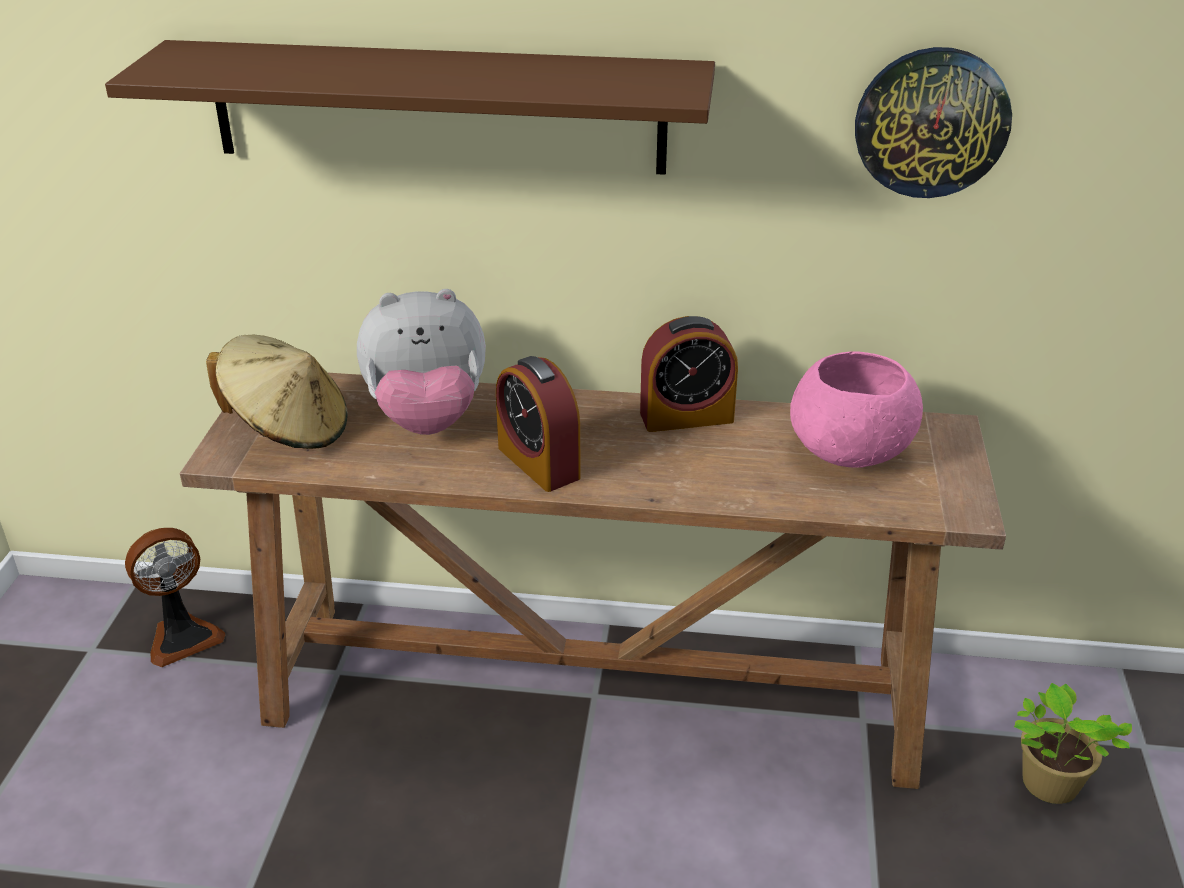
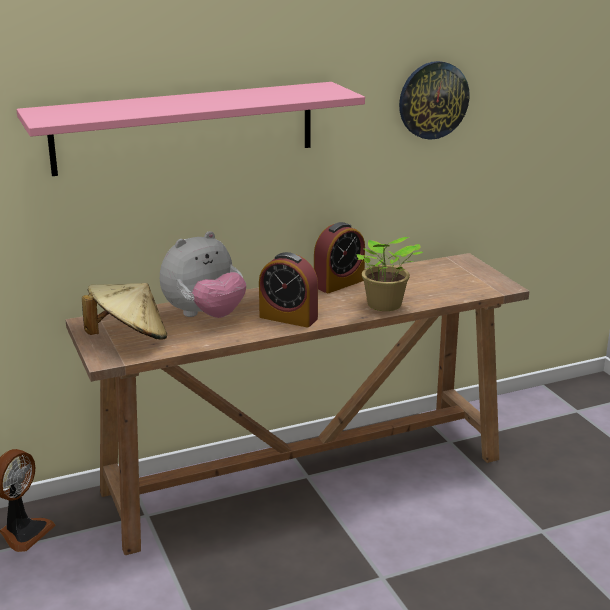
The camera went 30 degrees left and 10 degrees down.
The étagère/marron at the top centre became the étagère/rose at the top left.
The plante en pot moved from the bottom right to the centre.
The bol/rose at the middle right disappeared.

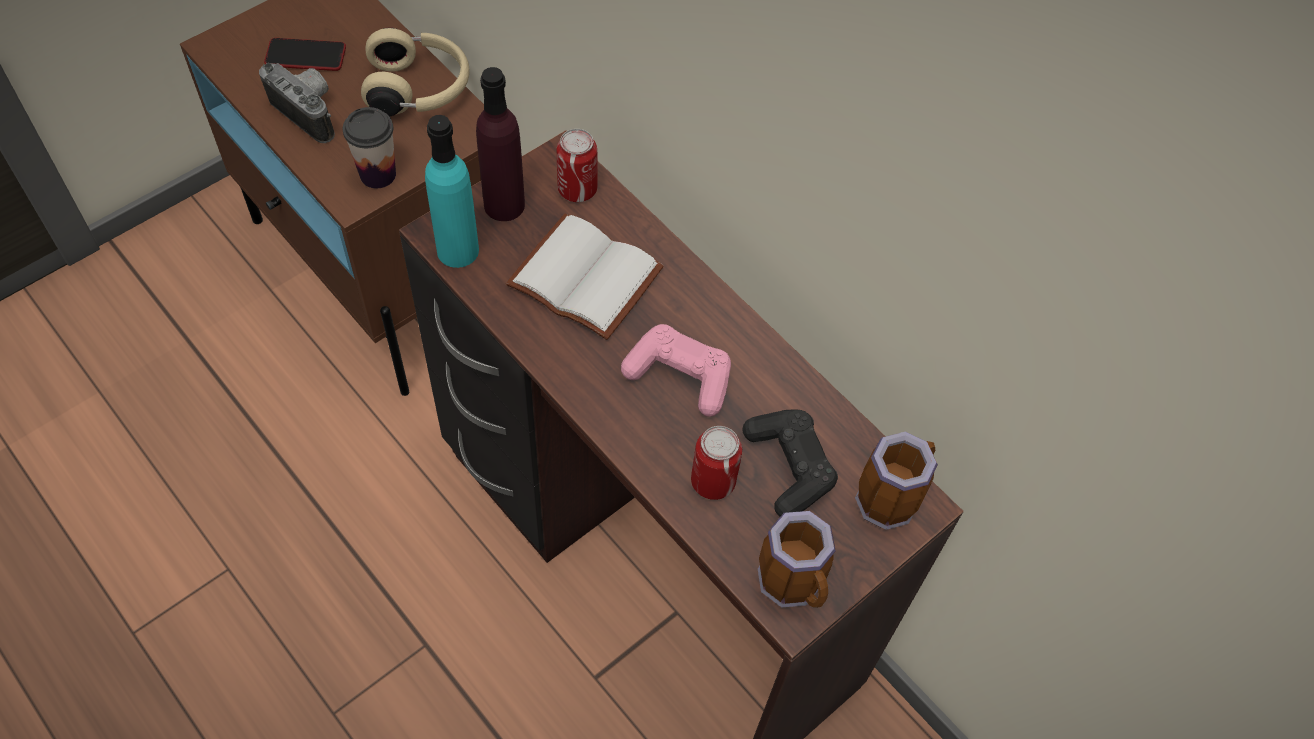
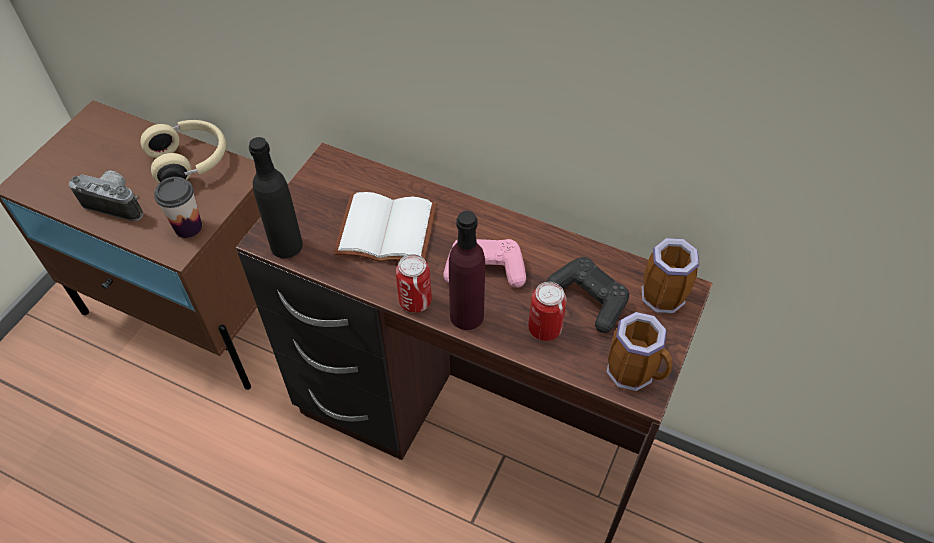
The camera went 20 degrees left and 5 degrees down.
The bouteille/turquoise at the top centre became the bouteille/noir at the middle left.
The boîte métallique (no. 1 from left) moved from the top centre to the centre.
The bouteille/violet moved from the top centre to the centre.
The téléphone at the top left disappeared.

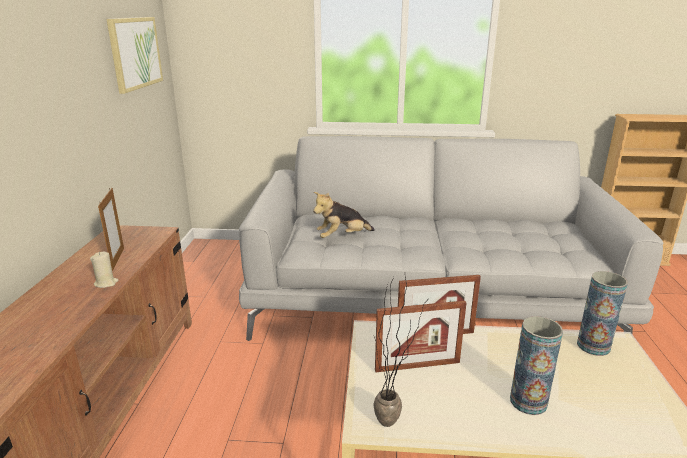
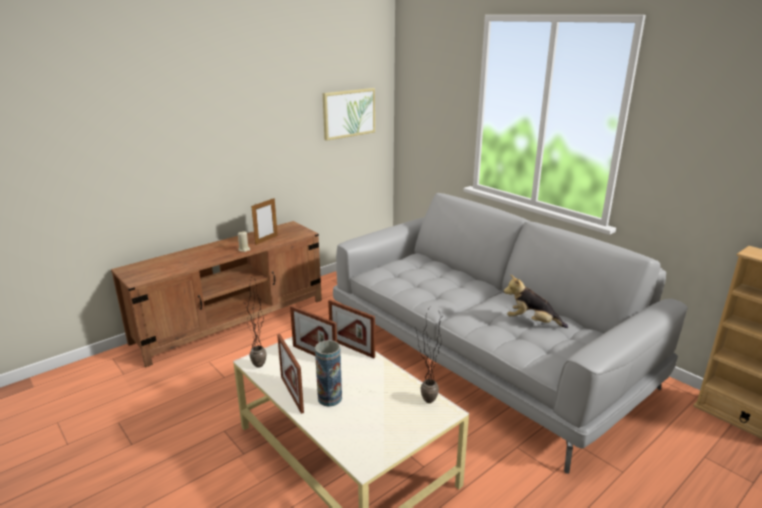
The camera went 45 degrees right and 0 degrees up.
The cadre photo (no. 2 from left) at the bottom centre appeared.
The vase (no. 2 from left) at the bottom right was replaced by the plante en pot (no. 2 from left) at the bottom centre.
The peluche moved from the centre to the middle right.

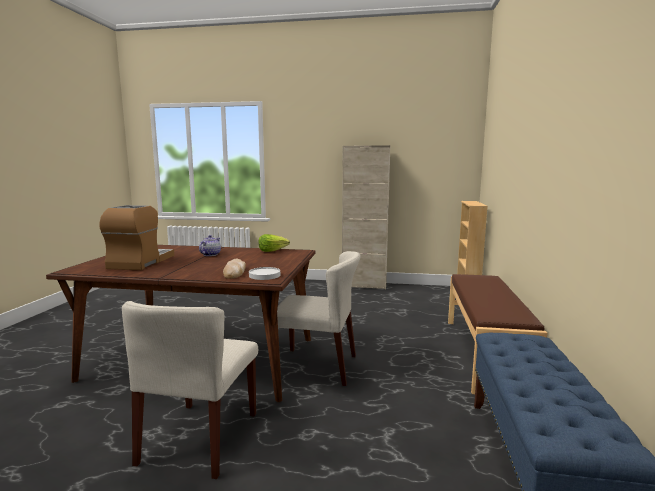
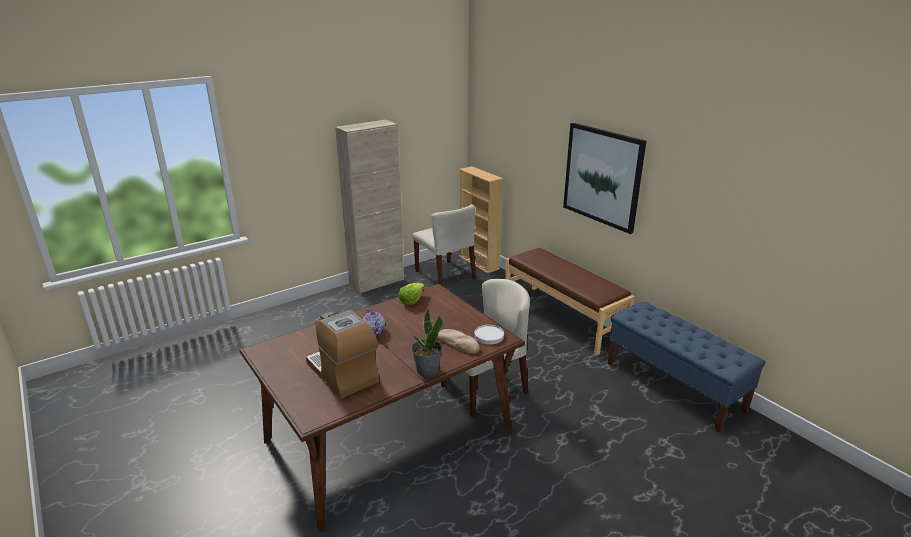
The camera went 45 degrees left and 15 degrees up.
The plante en pot at the centre appeared.
The chaise/beige (no. 1 from left) moved from the bottom left to the centre.
The tableau at the top centre appeared.

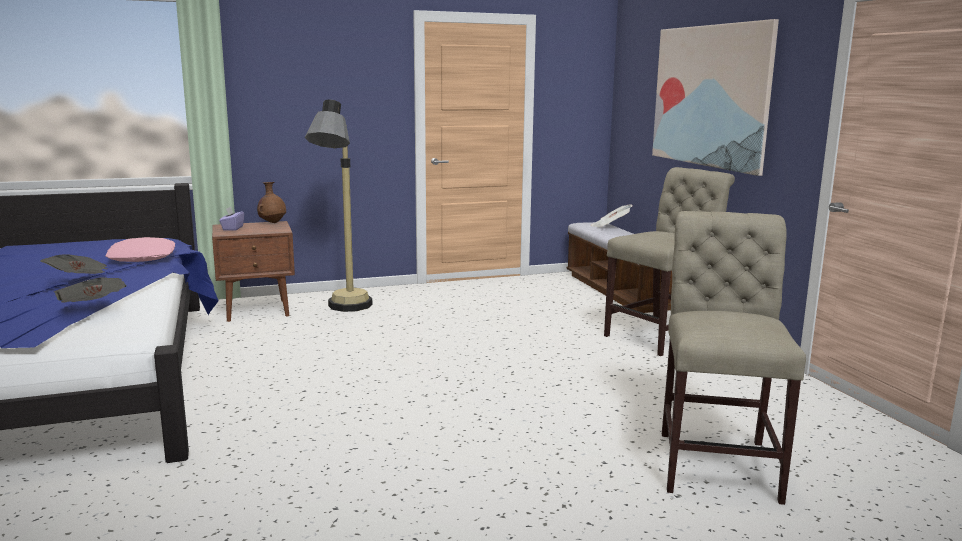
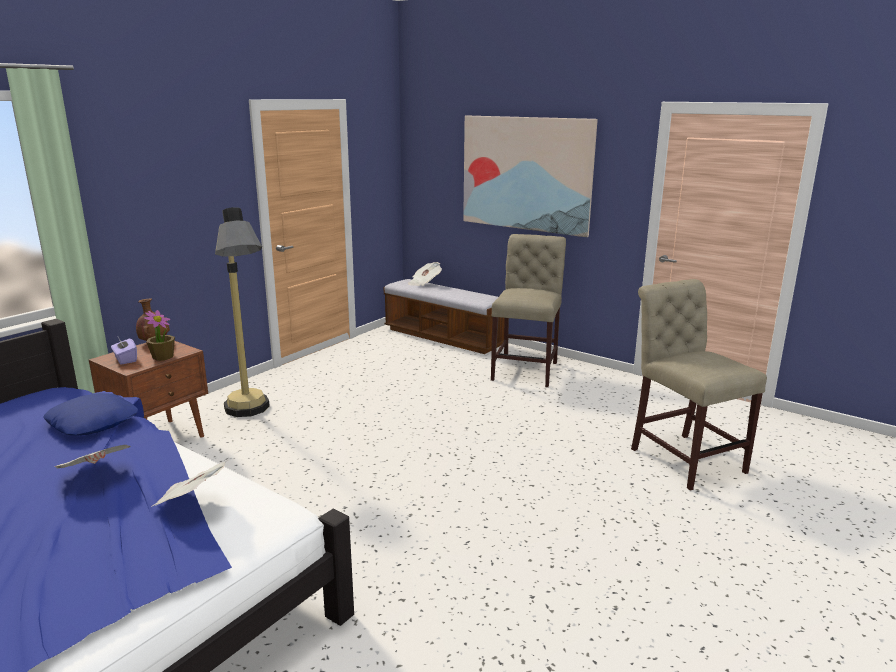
The camera went 35 degrees left and 5 degrees up.
The coussin/rose at the middle left became the coussin/bleu at the middle left.
The plante en pot at the middle left appeared.

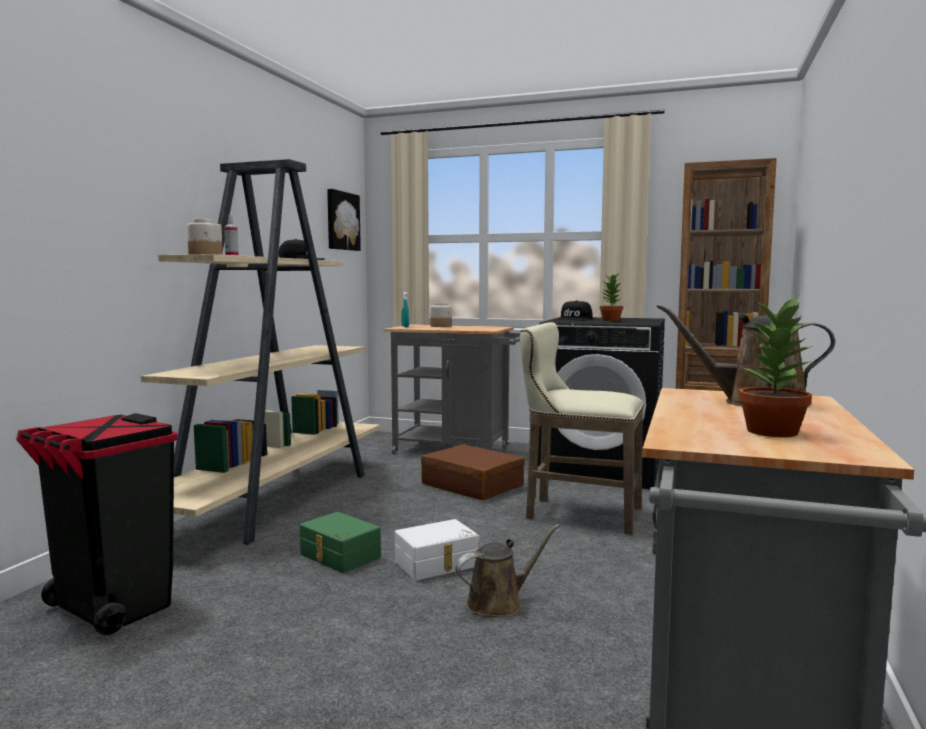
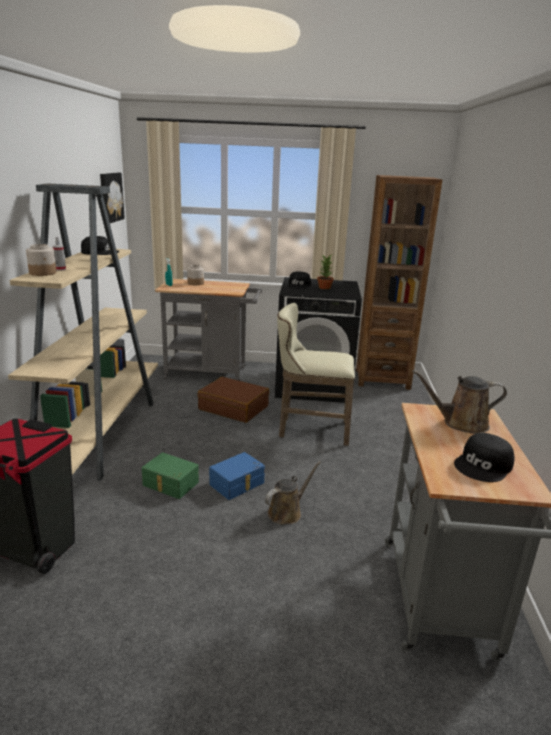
The camera went 15 degrees left and 15 degrees up.
The boîte de rangement/blanc at the bottom centre became the boîte de rangement/bleu at the centre.
The plante en pot (no. 2 from left) at the middle right was replaced by the casquette/noir (no. 3 from left) at the middle right.

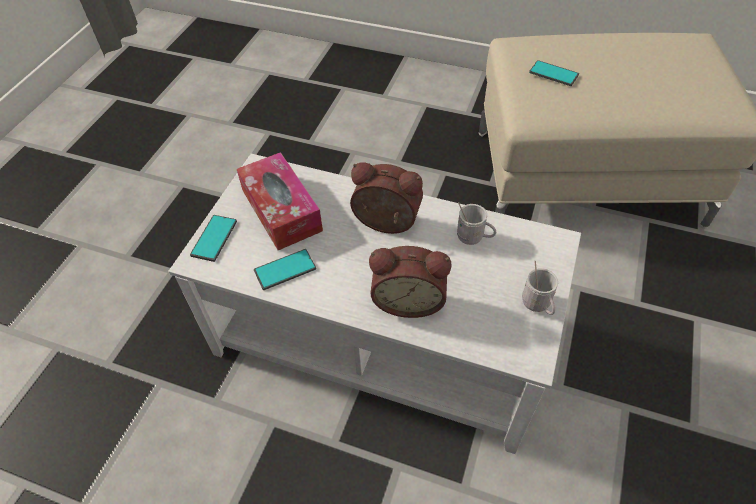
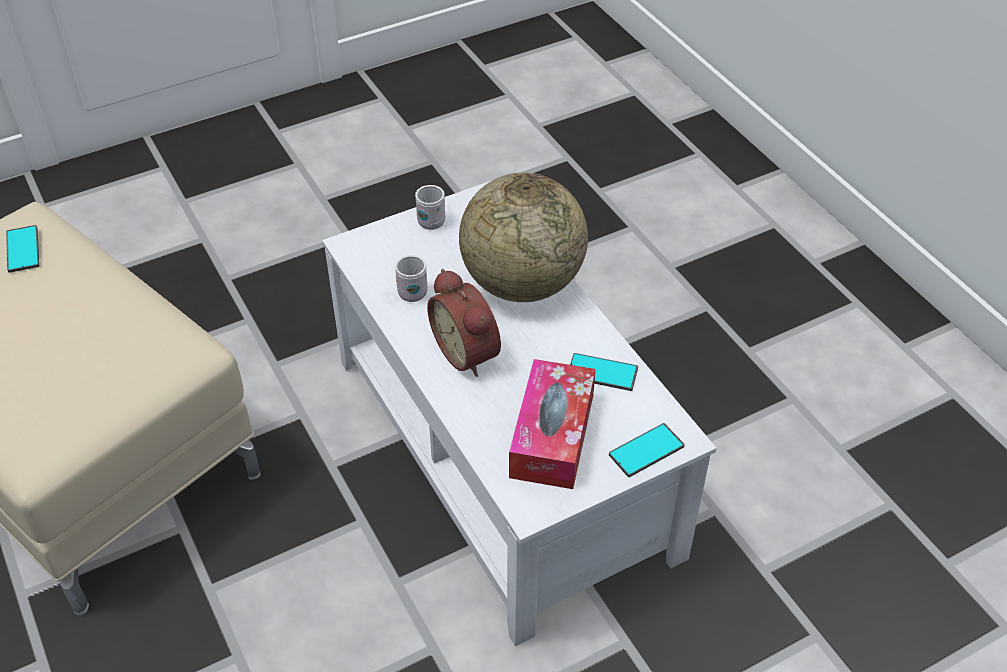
The camera went 140 degrees left and 5 degrees down.
The téléphone (no. 3 from left in the first image) moved from the top right to the middle left.
The réveil (no. 2 from left) at the centre was replaced by the globe at the centre.

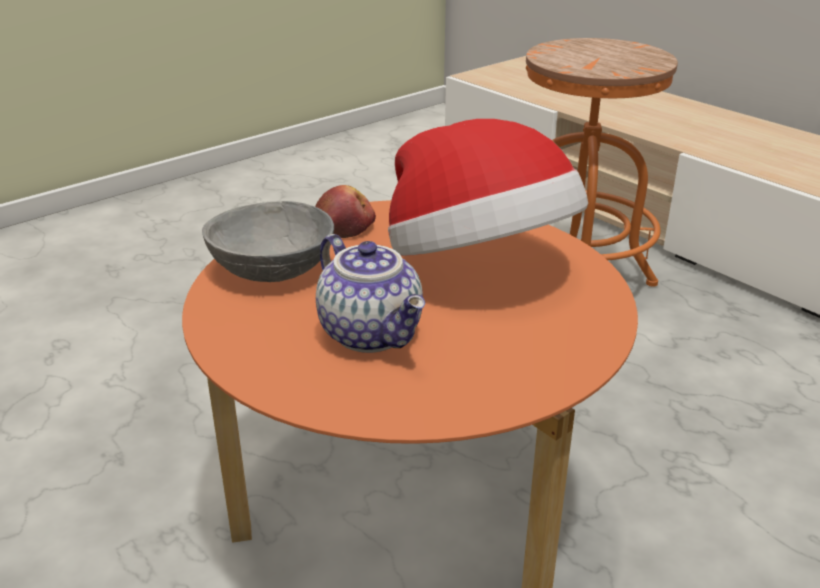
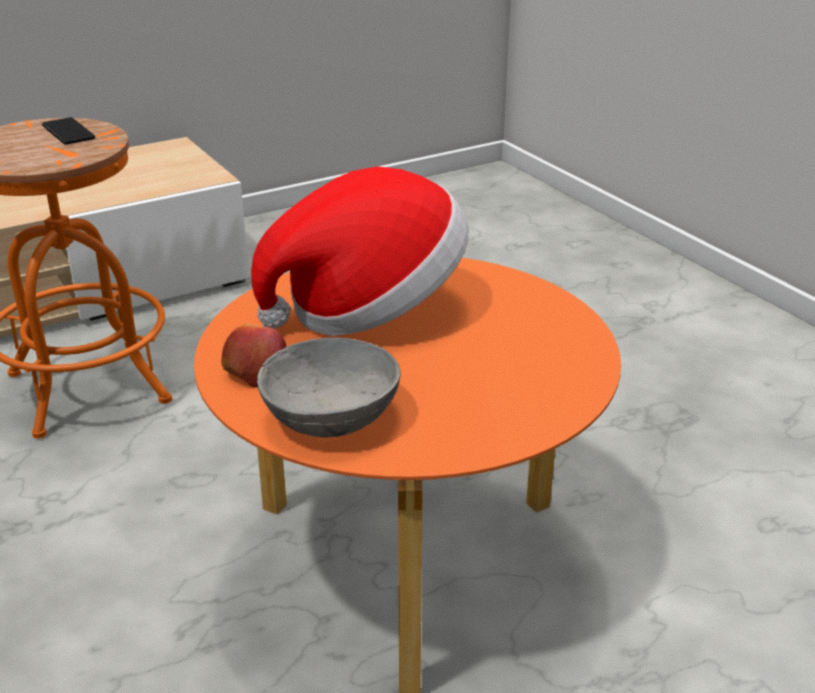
The camera went 80 degrees left and 0 degrees up.
The téléphone at the top left appeared.
The théière at the centre disappeared.

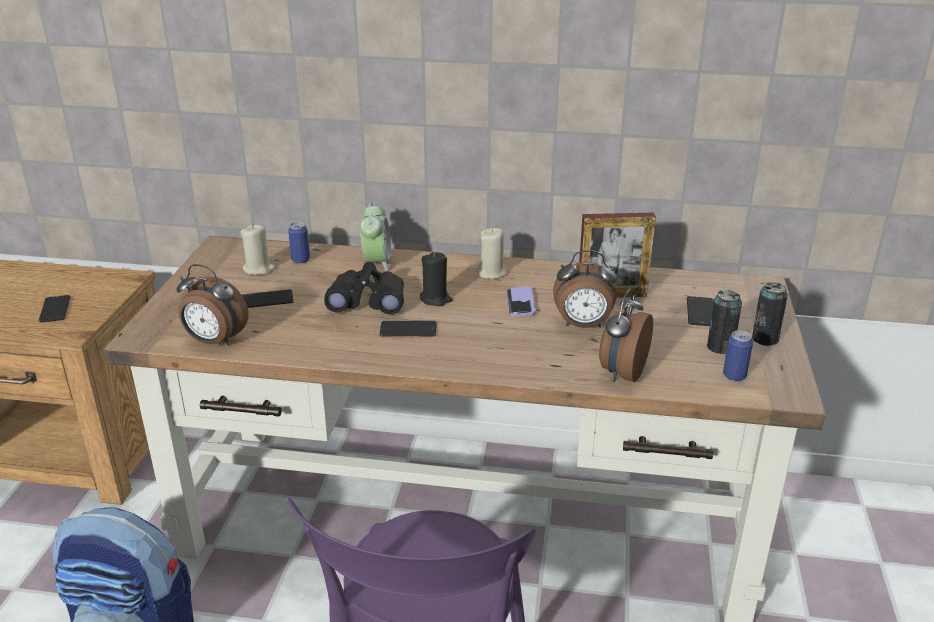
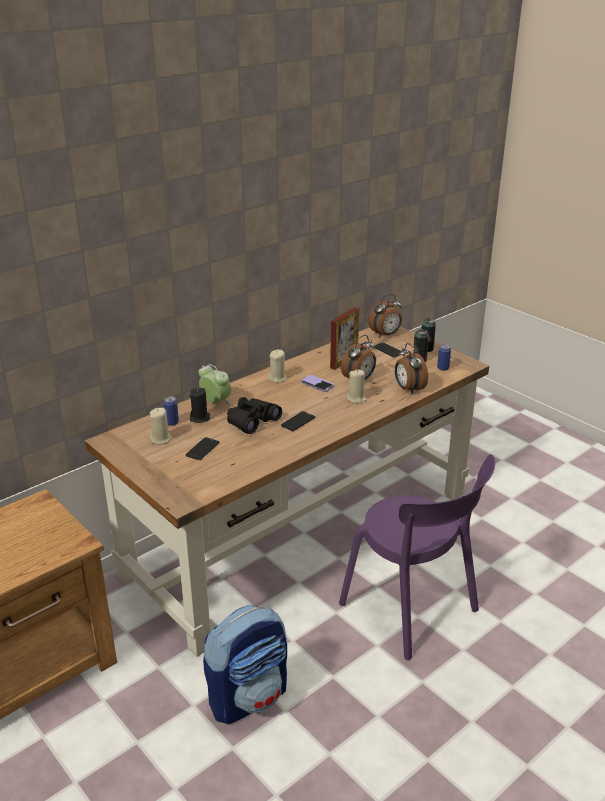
The camera went 50 degrees left and 0 degrees up.
The bougie/noir moved from the centre to the middle left.
The bougie/beige (no. 3 from left) at the centre appeared.
The réveil (no. 1 from left in the first image) moved from the middle left to the centre.
The téléphone (no. 1 from left) at the middle left disappeared.

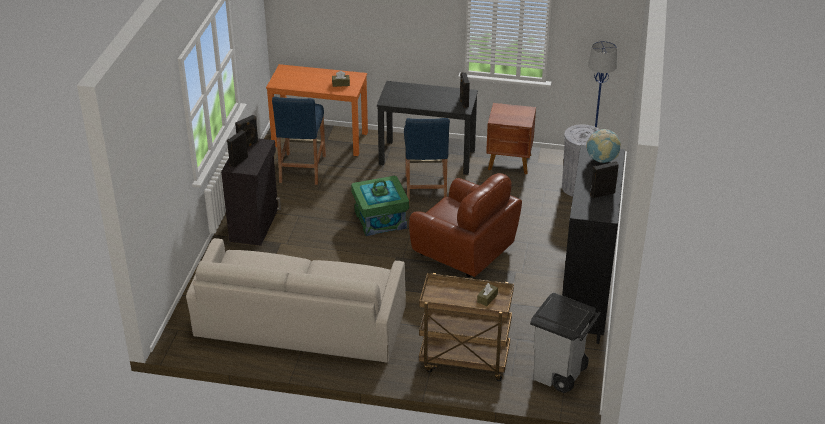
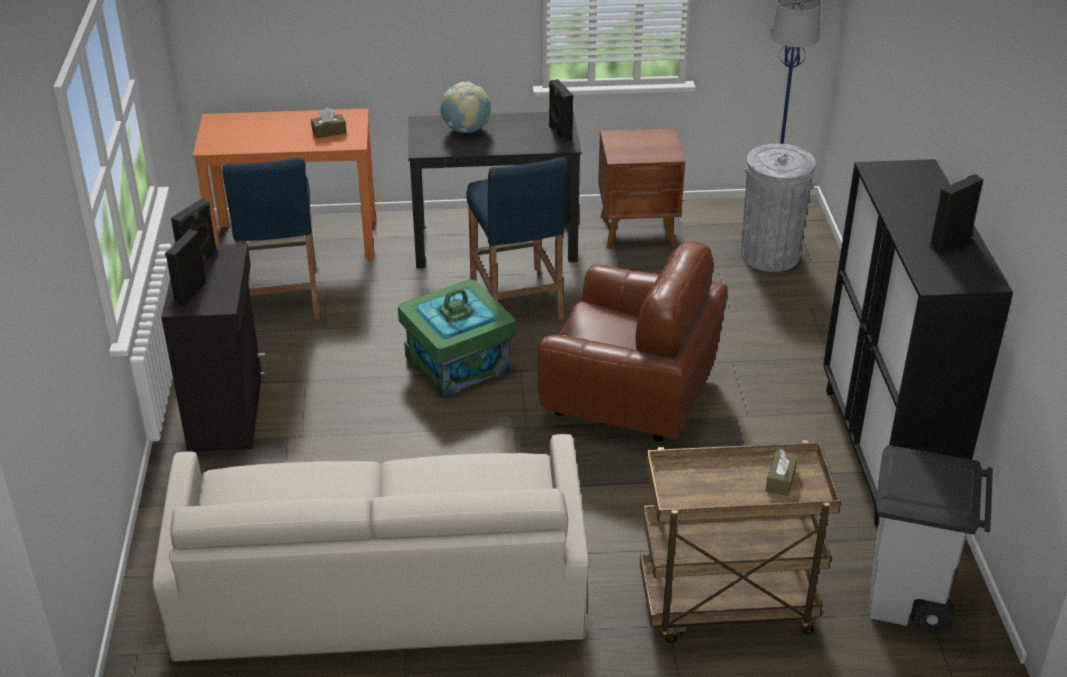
The camera went 15 degrees left and 0 degrees up.
The globe moved from the middle right to the top centre.

